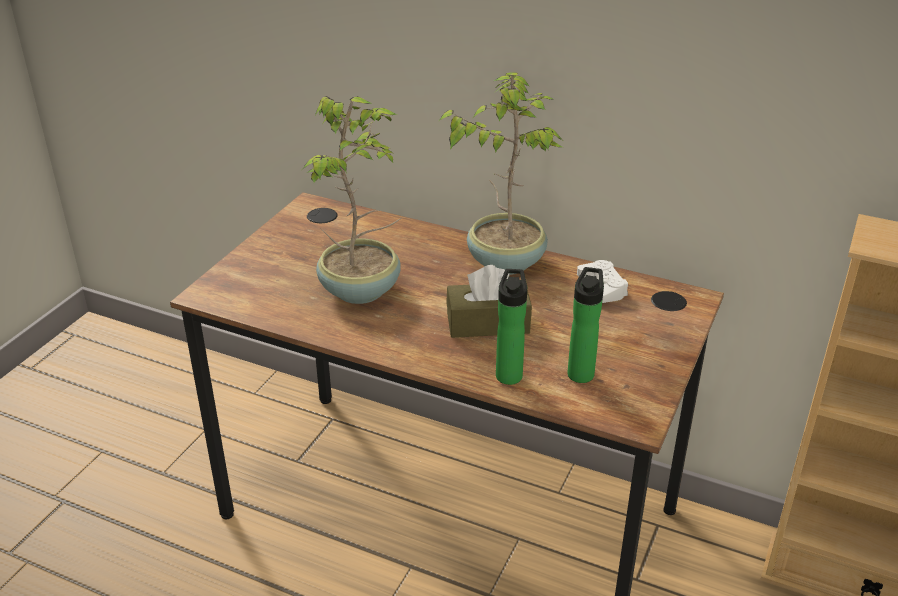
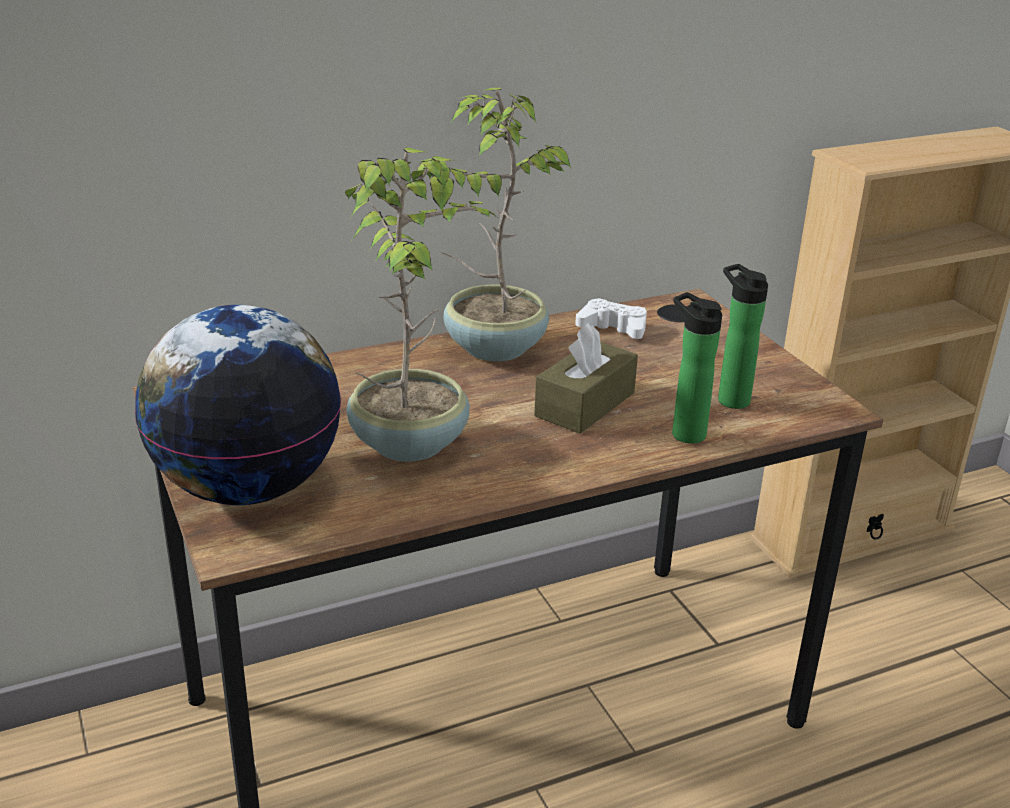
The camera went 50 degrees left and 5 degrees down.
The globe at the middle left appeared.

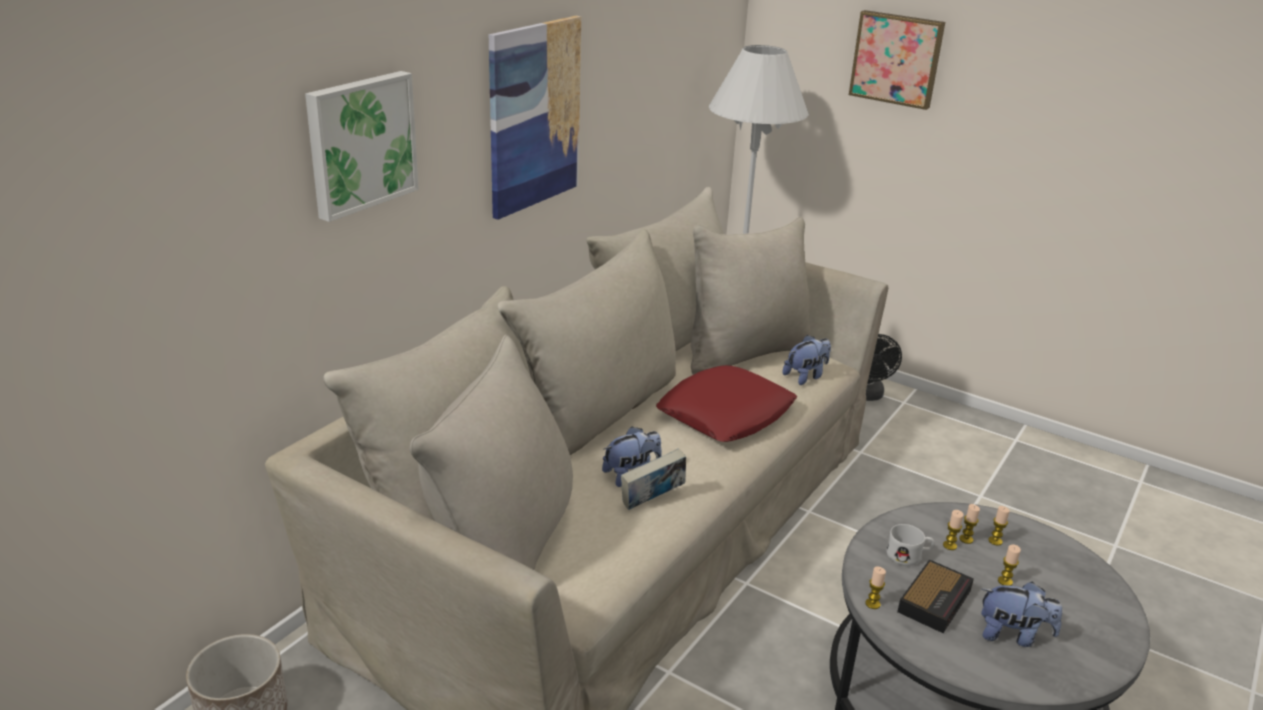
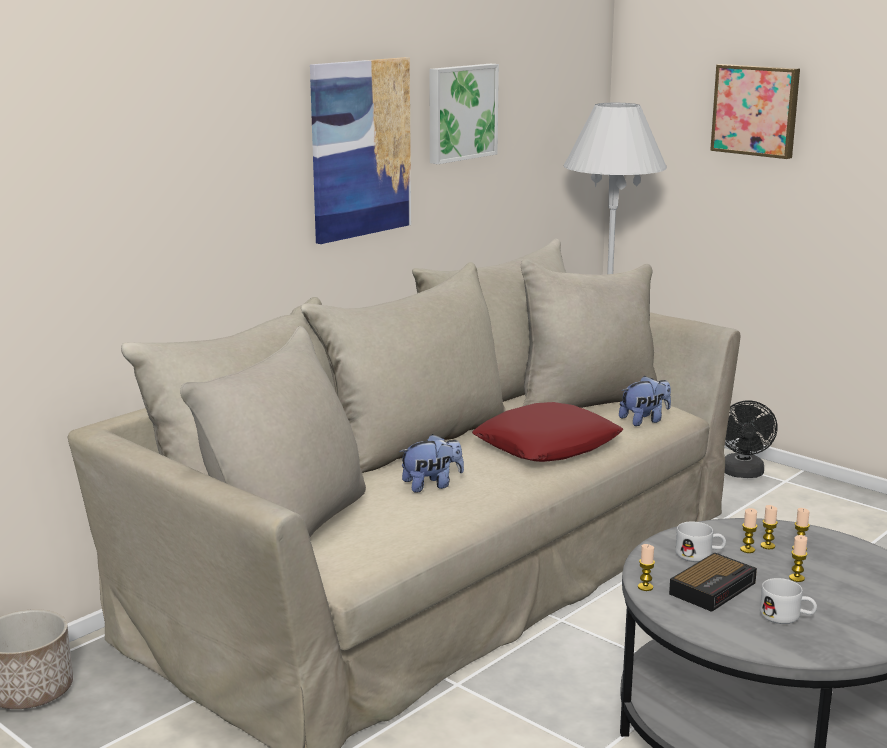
The camera went 10 degrees right and 10 degrees down.
The tableau (no. 1 from left in the first image) moved from the top left to the top centre.
The peluche (no. 3 from left) at the bottom right was replaced by the mug/blanc (no. 2 from left) at the bottom right.
The livre at the bottom centre disappeared.

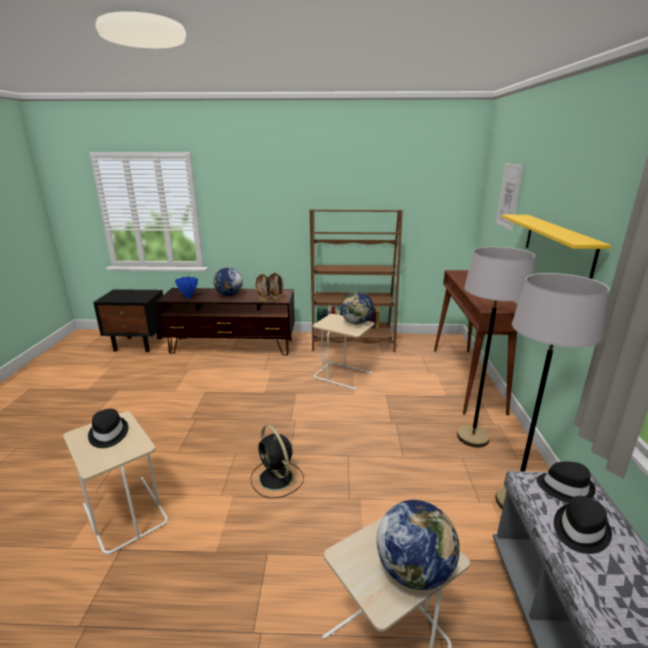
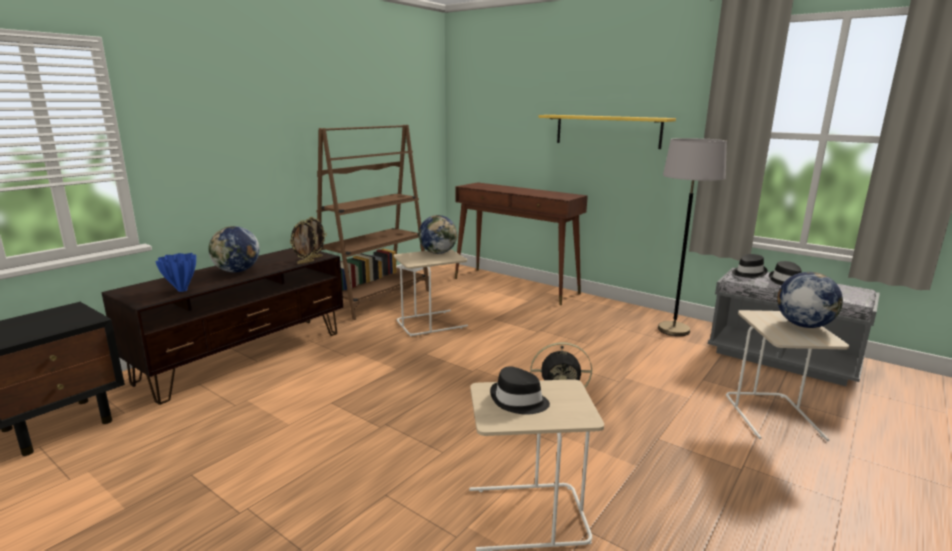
The camera went 55 degrees left and 5 degrees down.
The lampadaire/gris (no. 1 from left) at the middle right disappeared.
The tableau at the top right disappeared.

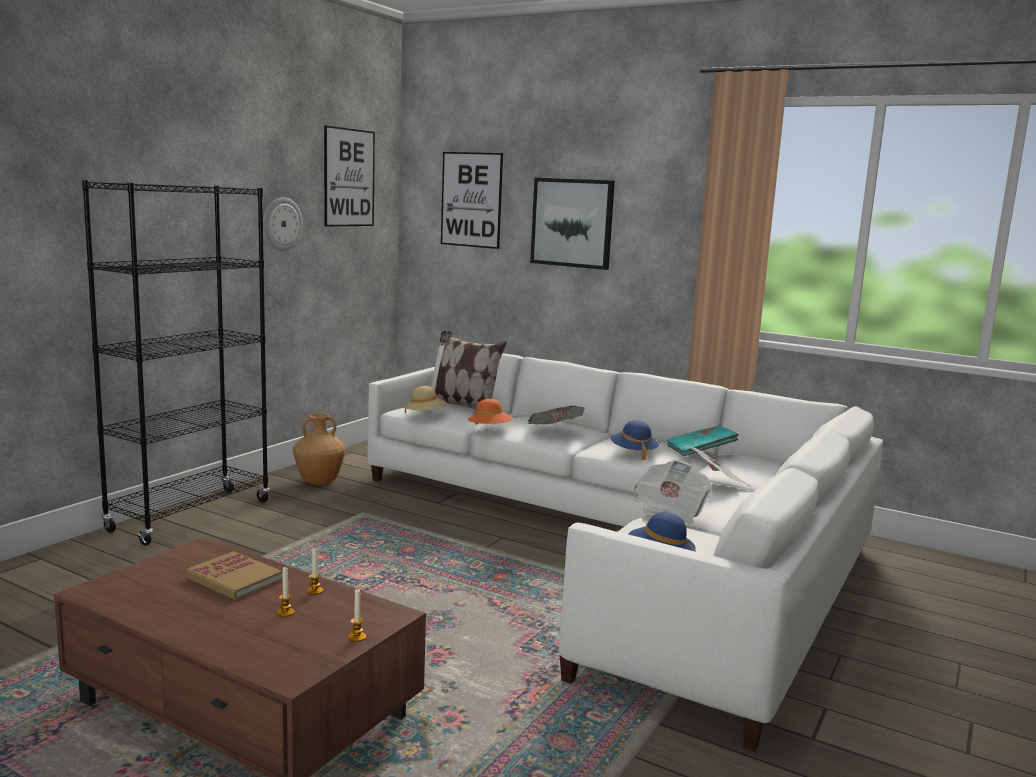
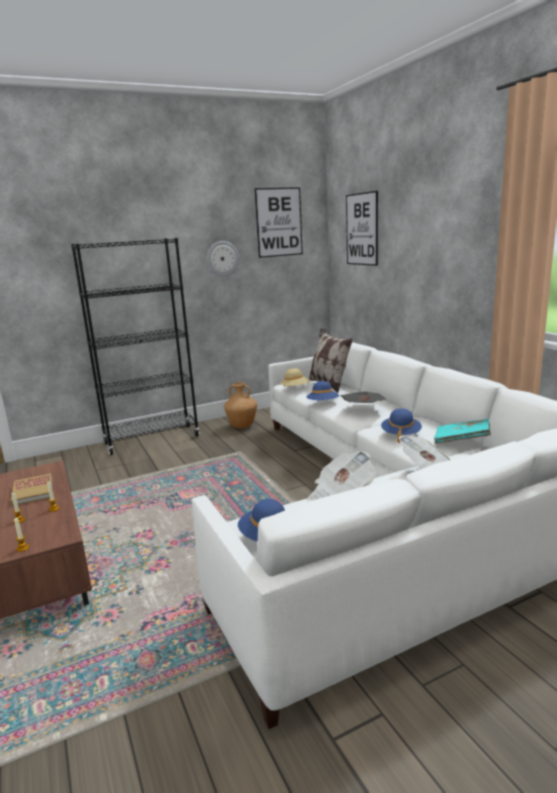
The camera went 35 degrees right and 5 degrees up.
The chapeau/orange at the centre became the chapeau/bleu (no. 2 from left) at the centre.
The tableau (no. 3 from left) at the top centre disappeared.

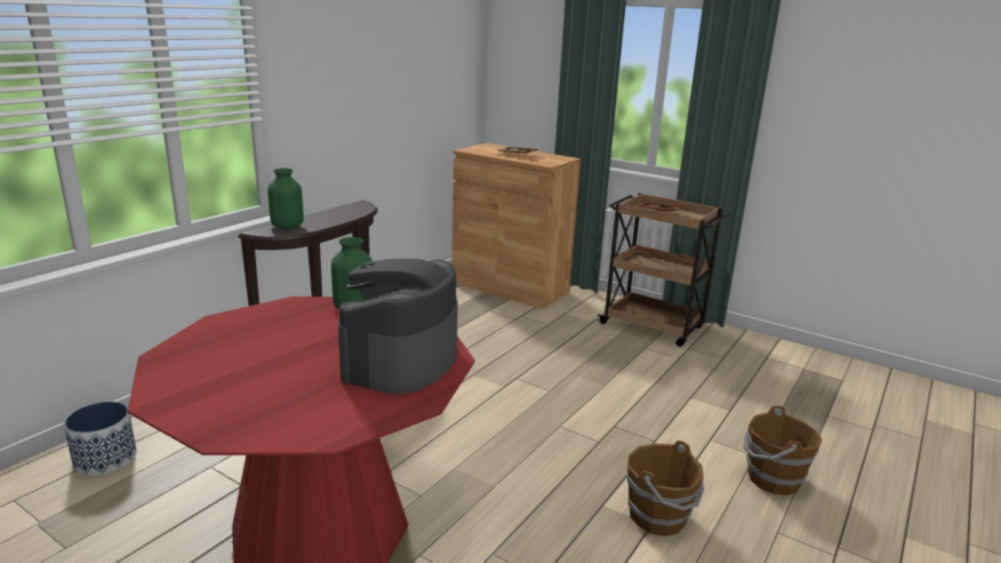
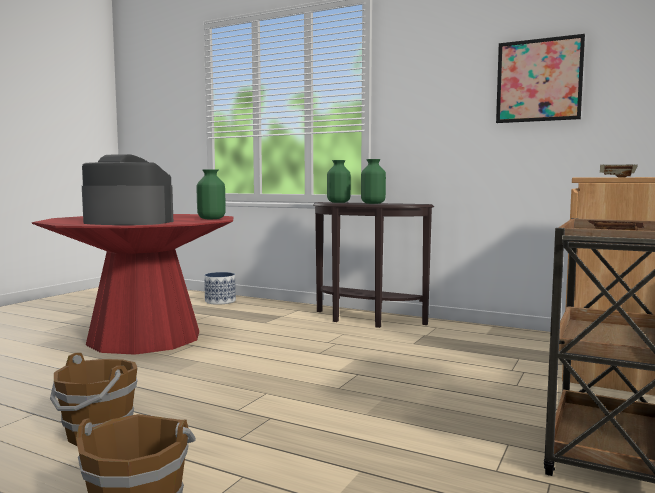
The camera went 85 degrees right and 15 degrees down.
The vase/vert (no. 3 from left) at the centre appeared.
The tableau at the top right appeared.

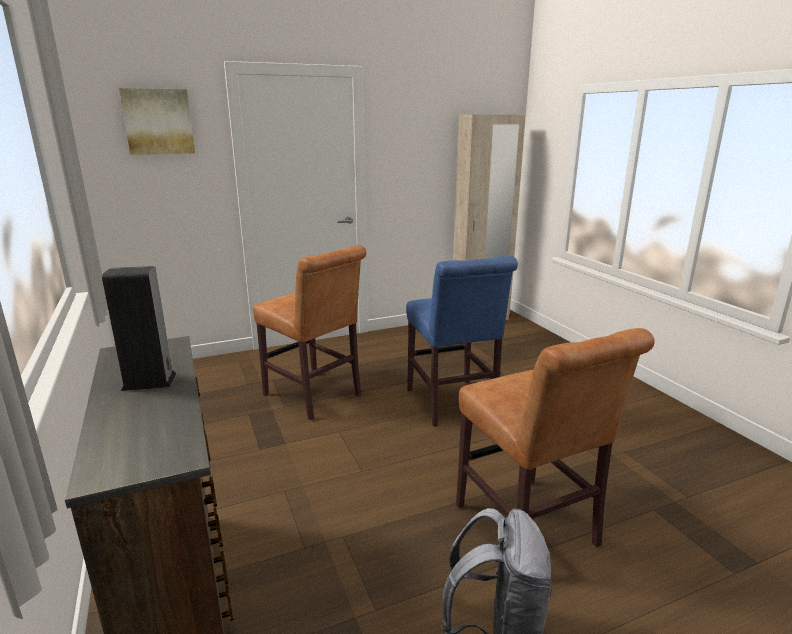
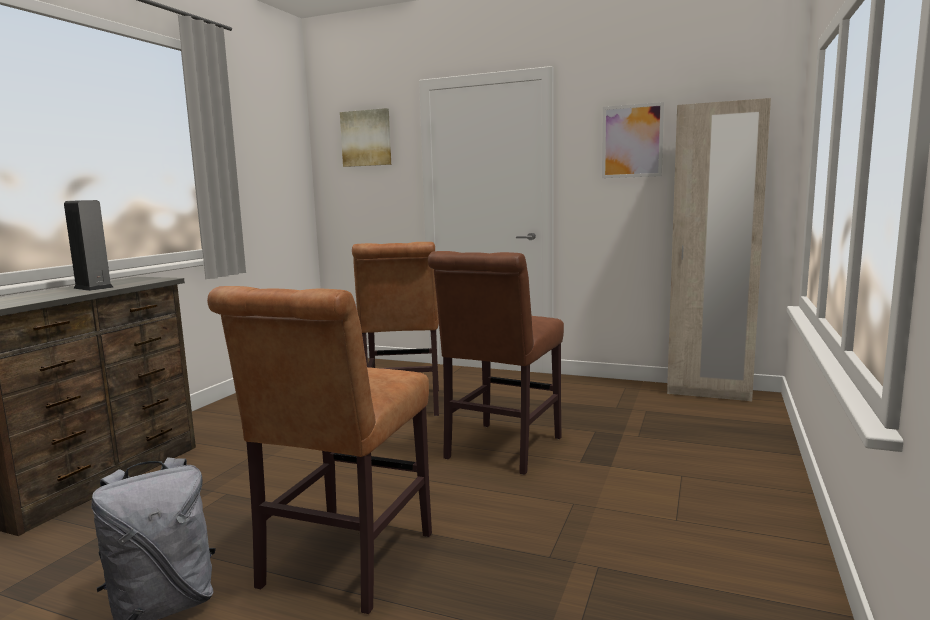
The camera went 45 degrees right and 10 degrees down.
The chaise/bleu at the centre became the chaise/marron (no. 3 from left) at the centre.
The tableau (no. 2 from left) at the top right appeared.

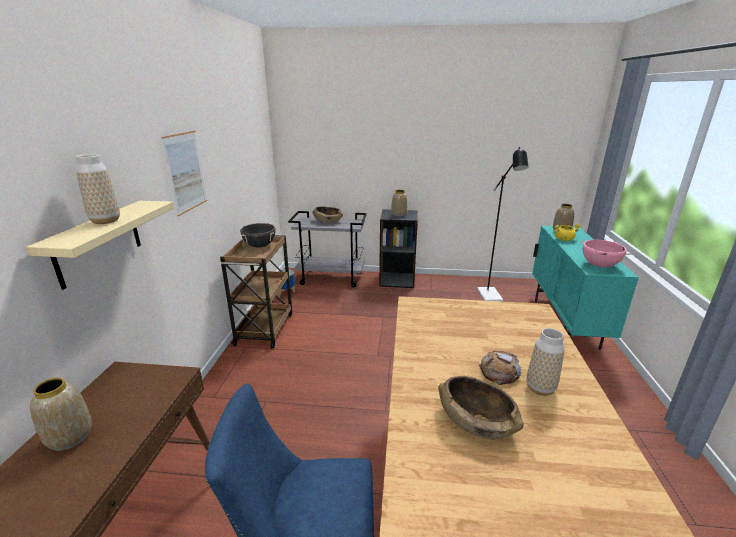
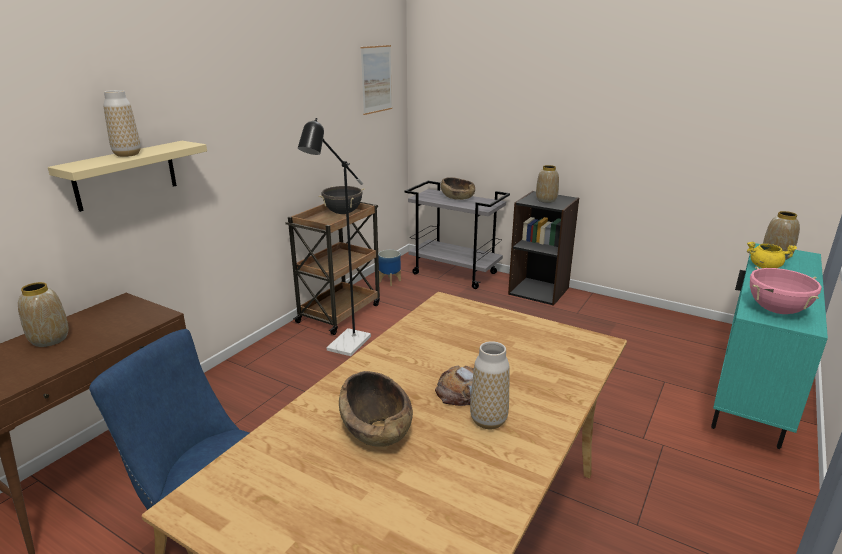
The camera went 25 degrees right and 0 degrees up.
The lampadaire/noir moved from the middle right to the centre.
The tableau moved from the top left to the top centre.

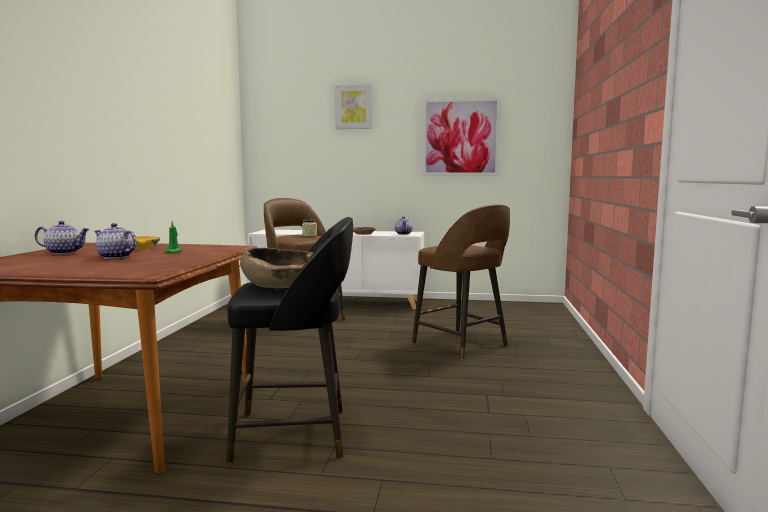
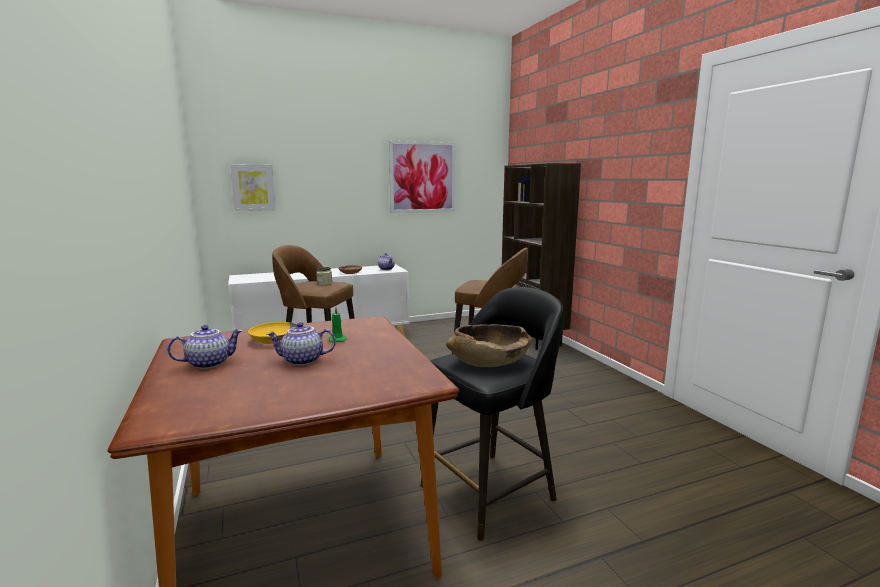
The camera went 30 degrees left and 5 degrees up.
The tableau (no. 1 from left) moved from the top centre to the top left.
The bibliothèque/marron at the centre appeared.

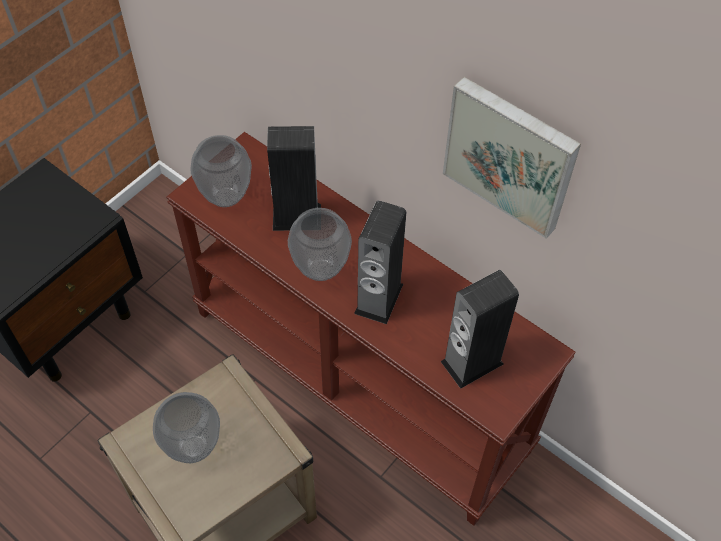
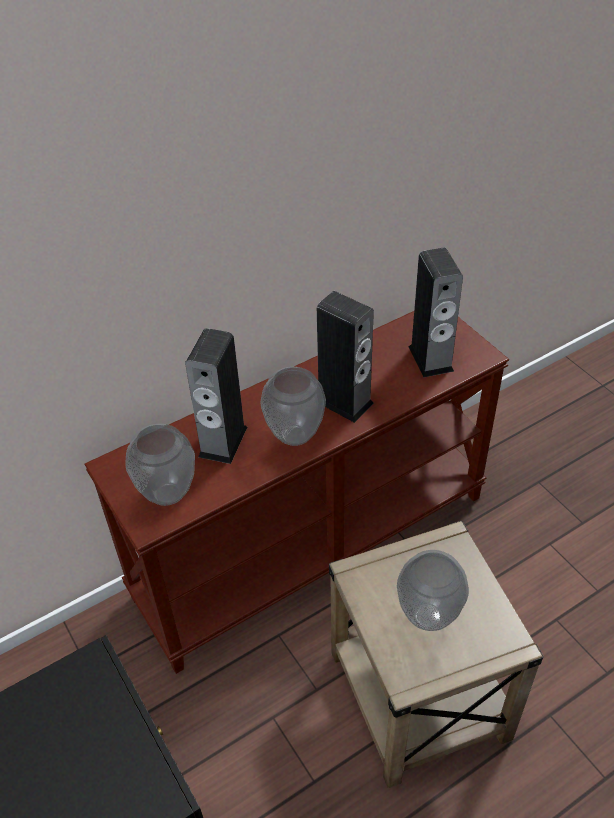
The camera went 70 degrees left and 10 degrees down.
The tableau at the top right disappeared.

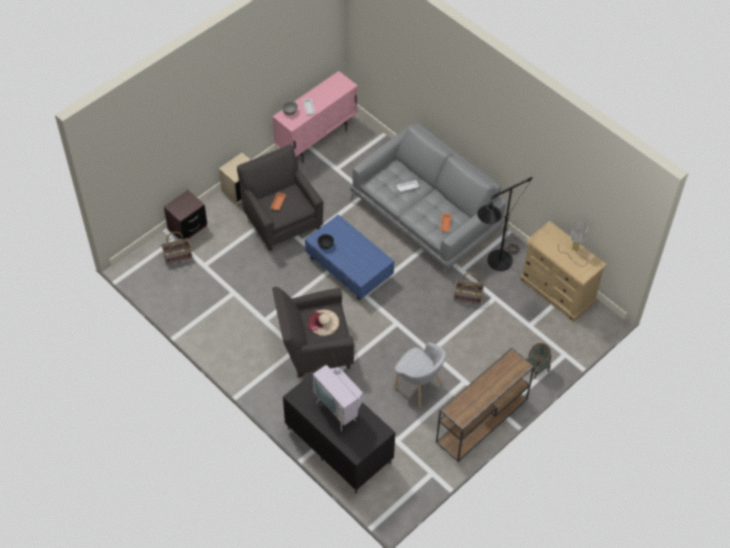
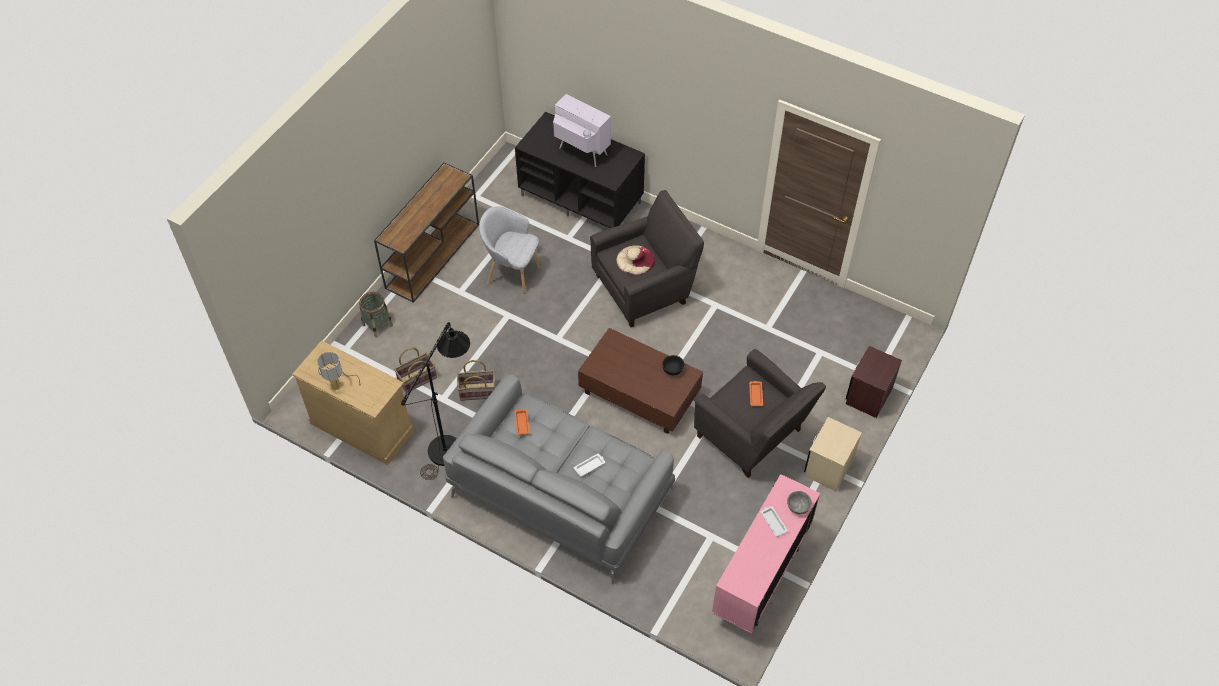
The camera went 165 degrees right and 0 degrees up.
The panier (no. 1 from left in the first image) moved from the middle left to the centre.
The table basse/bleu at the centre became the table basse/marron at the centre.

